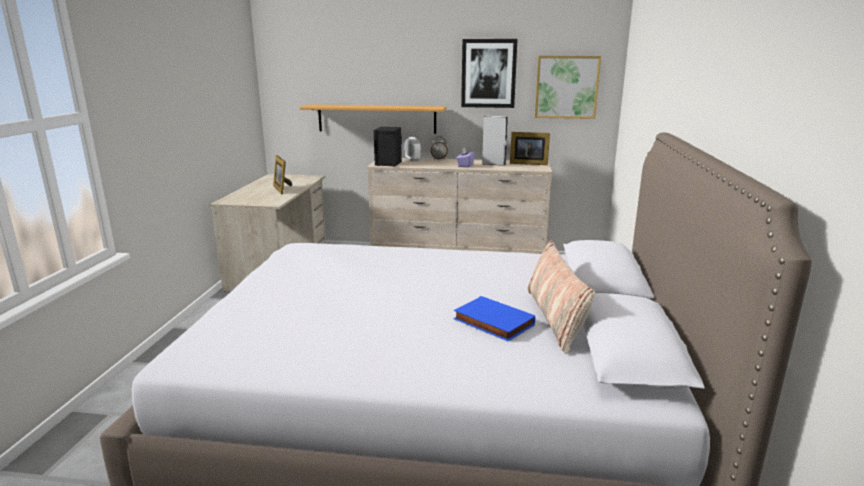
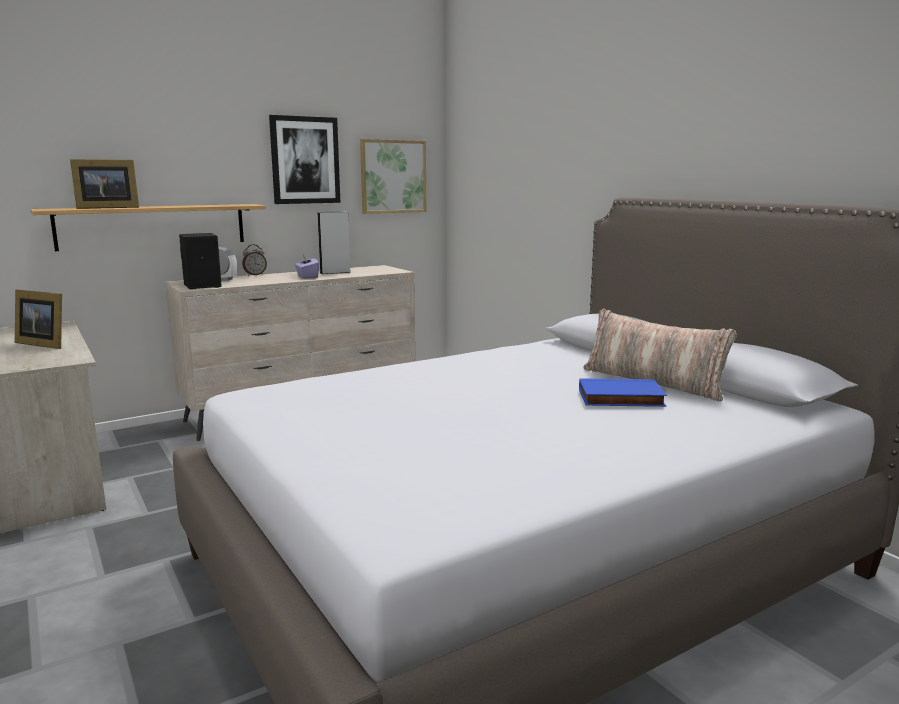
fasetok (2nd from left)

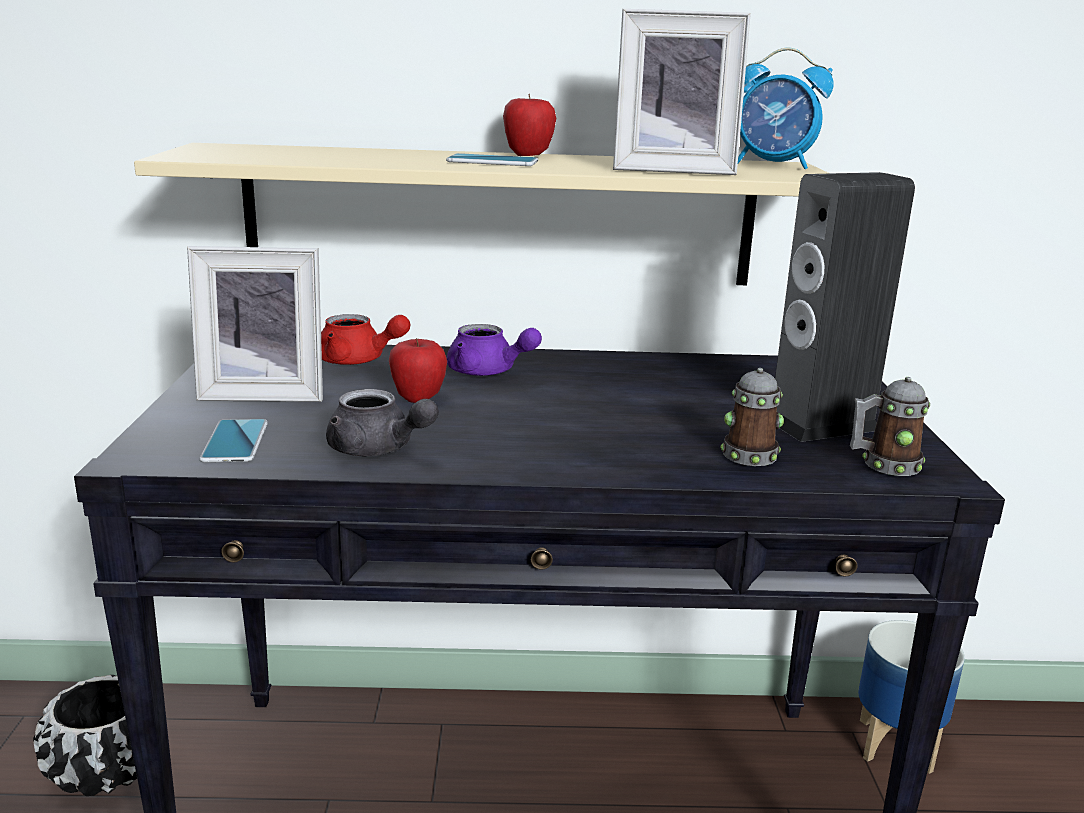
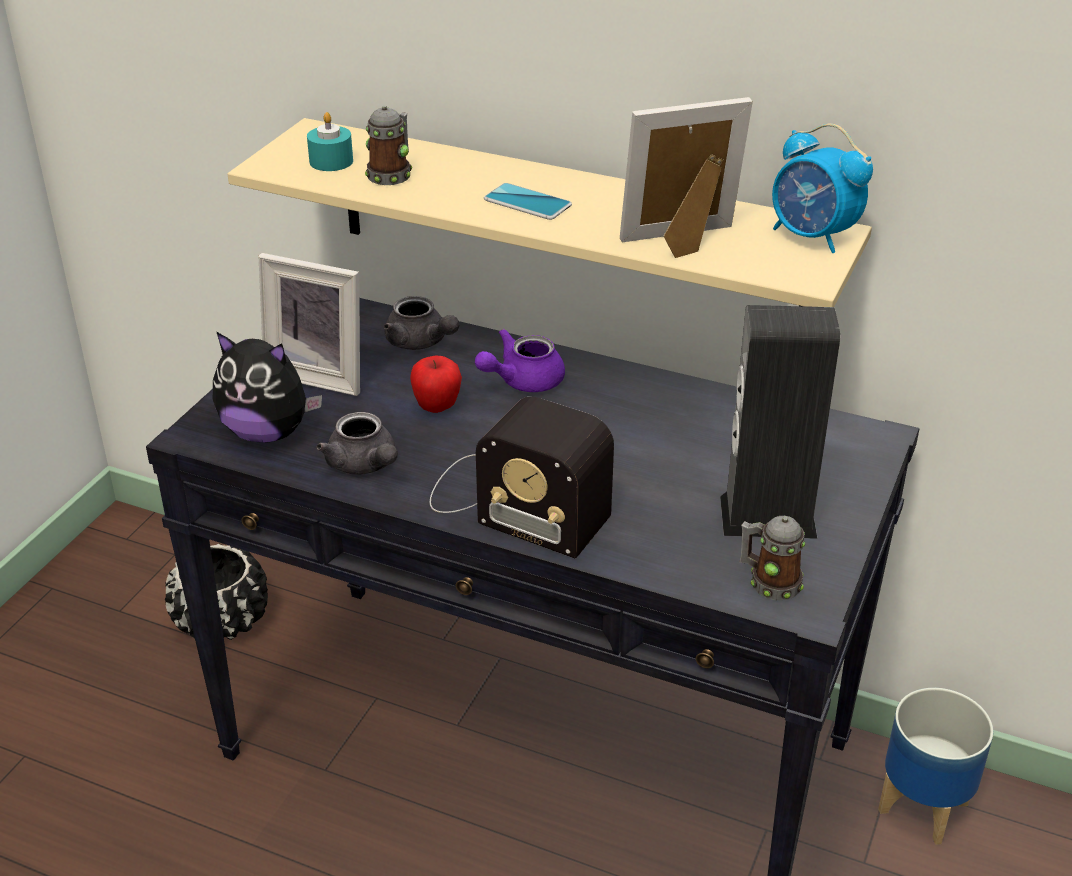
fasetok (2nd from left)
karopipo (2nd from left in the first image)
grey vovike (2nd from left)
purple vovike
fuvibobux (1st from left)
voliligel
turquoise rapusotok
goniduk

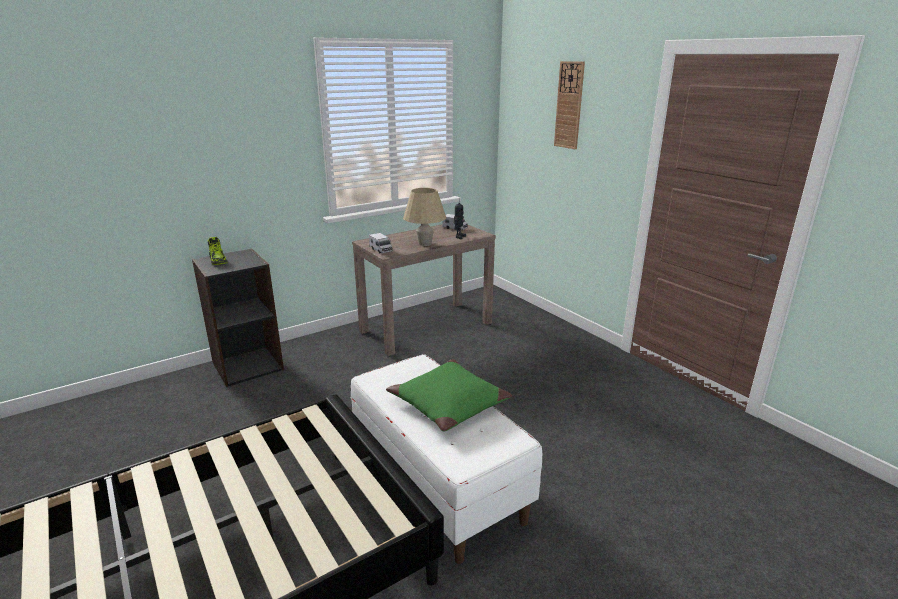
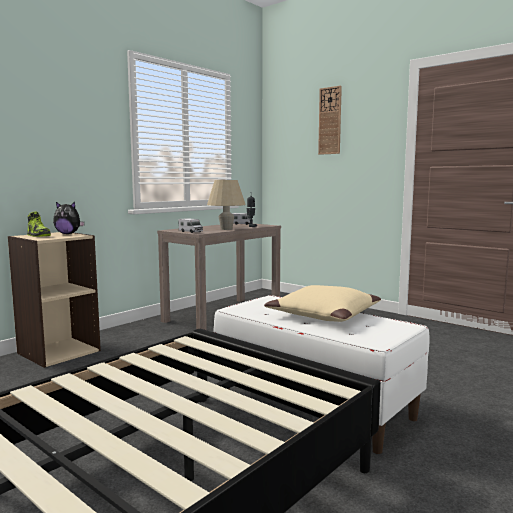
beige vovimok
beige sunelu
voliligel

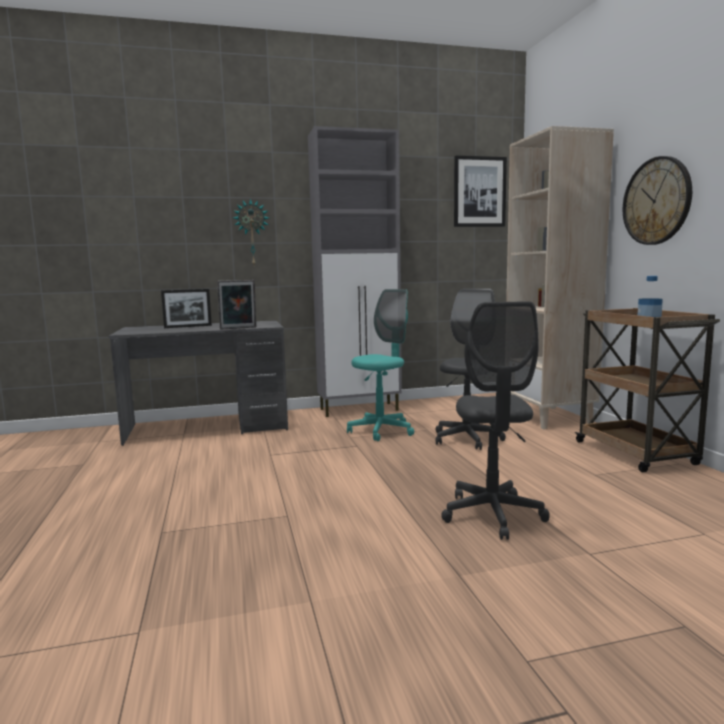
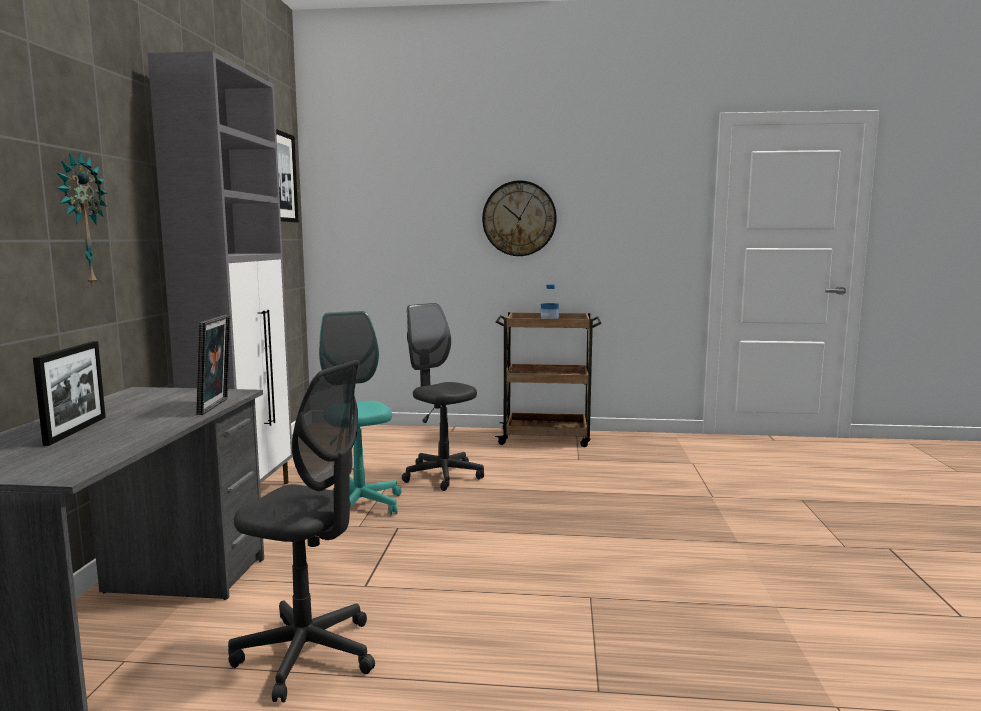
beige vovimok
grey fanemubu (1st from left)

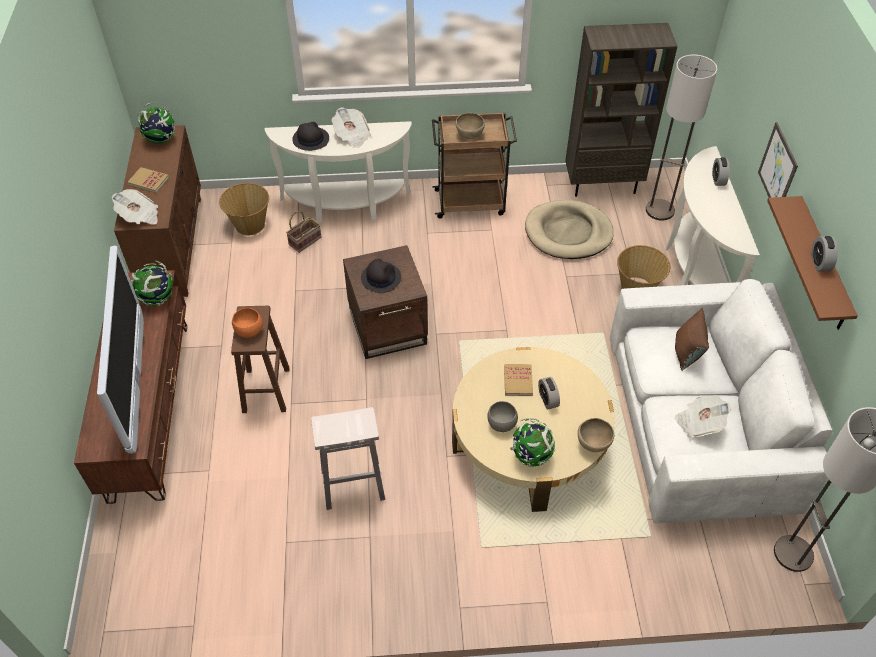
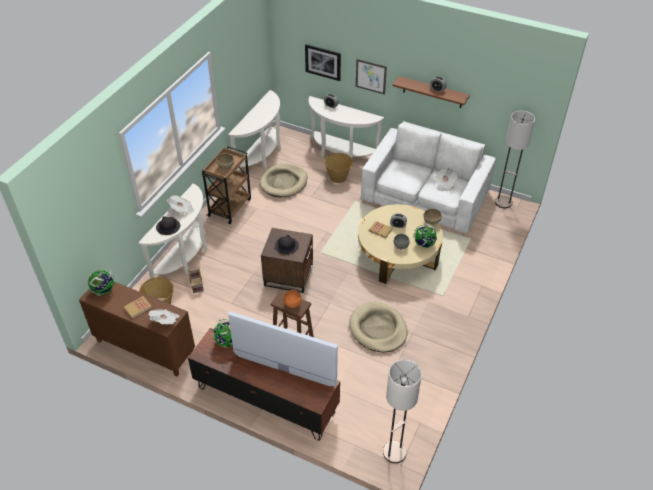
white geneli (2nd from left)
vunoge (1st from left)
brown sunelu
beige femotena (2nd from left)
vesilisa (1st from left)

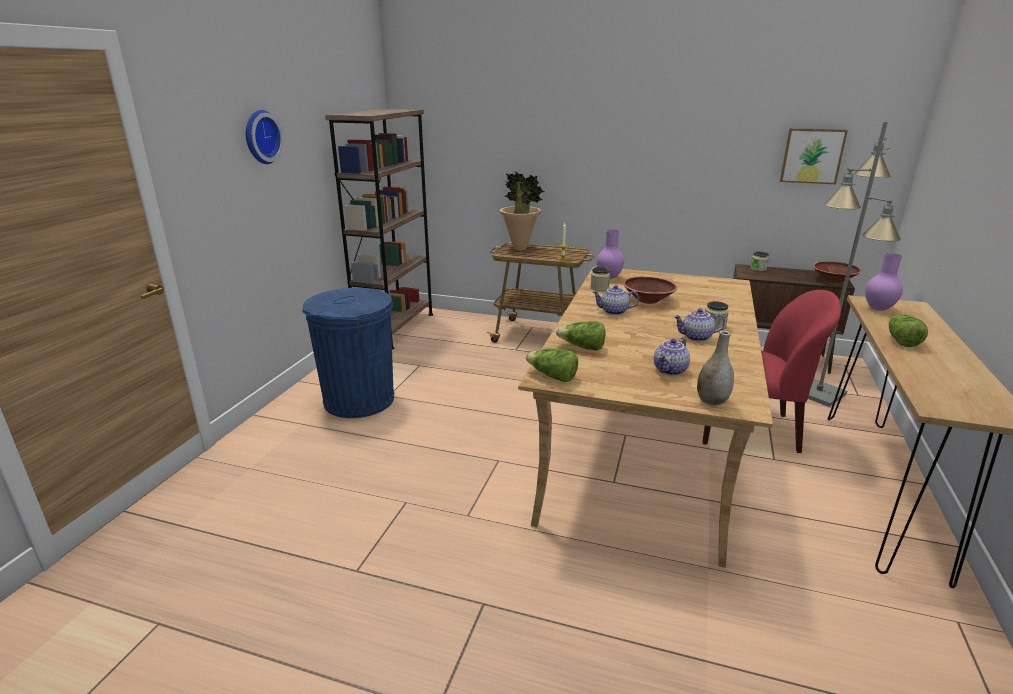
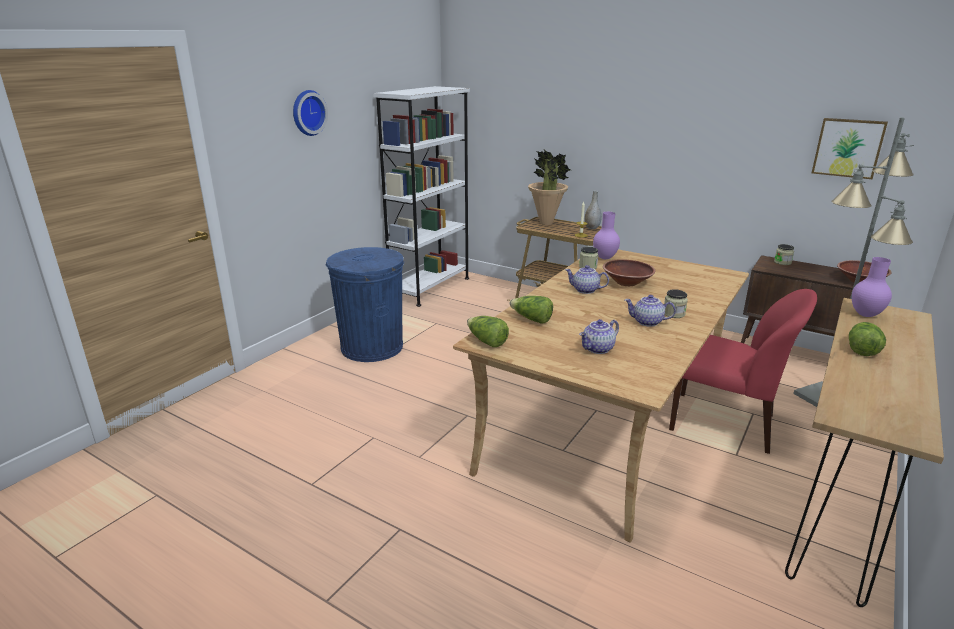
white vovimok
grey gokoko

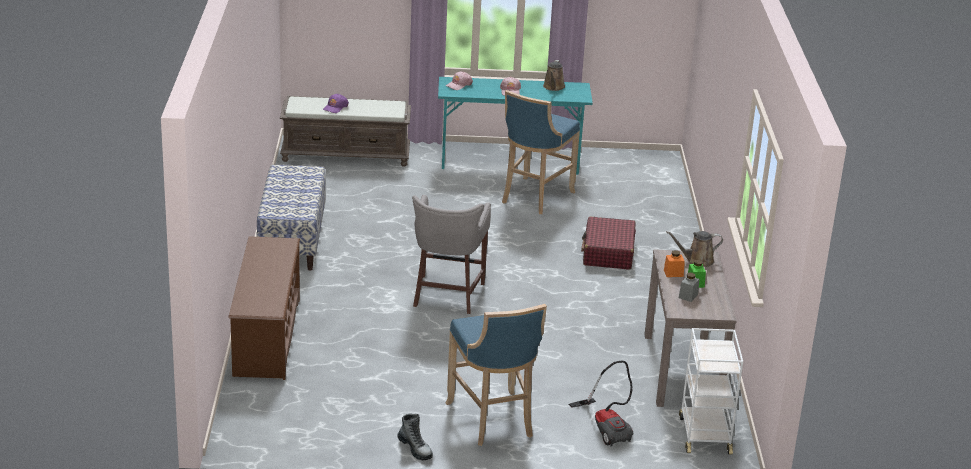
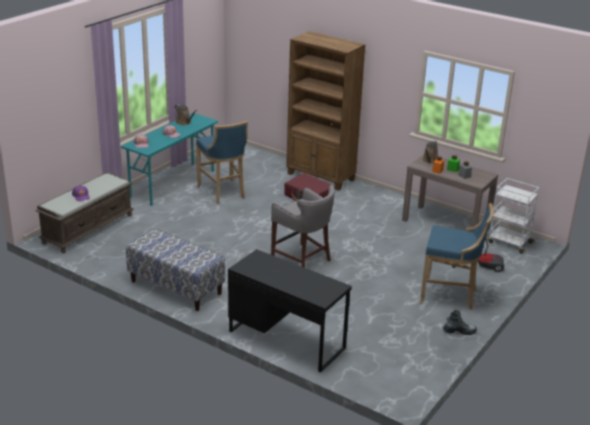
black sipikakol
brown vovimok

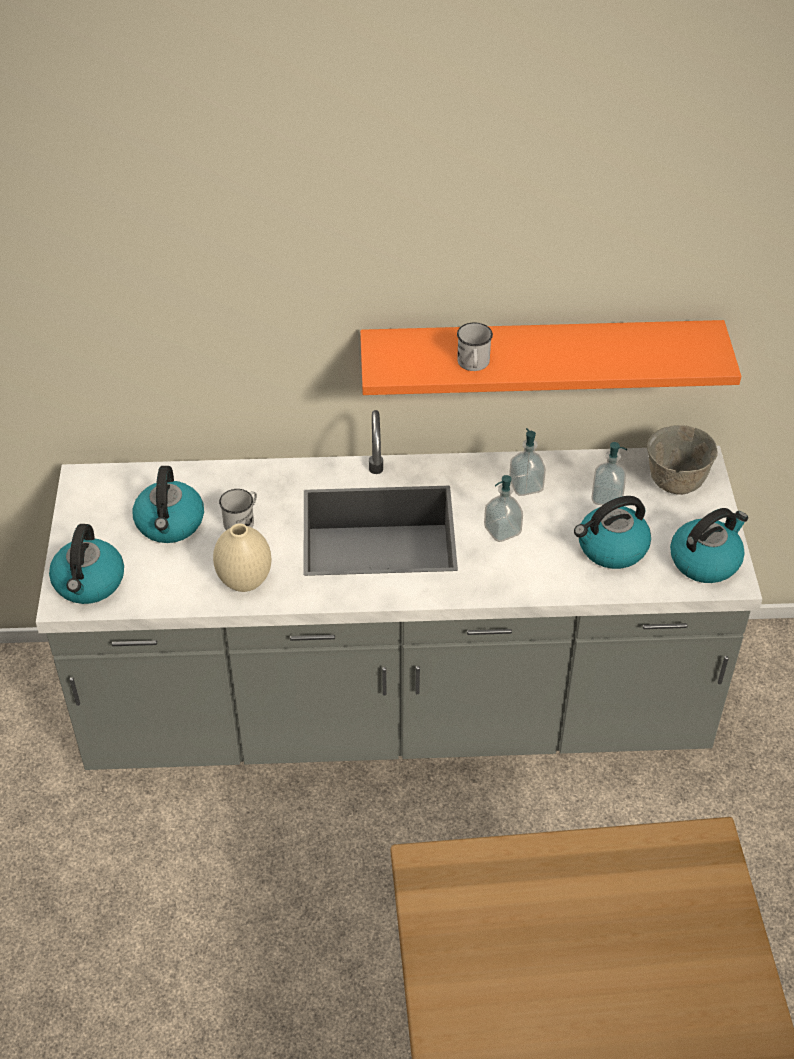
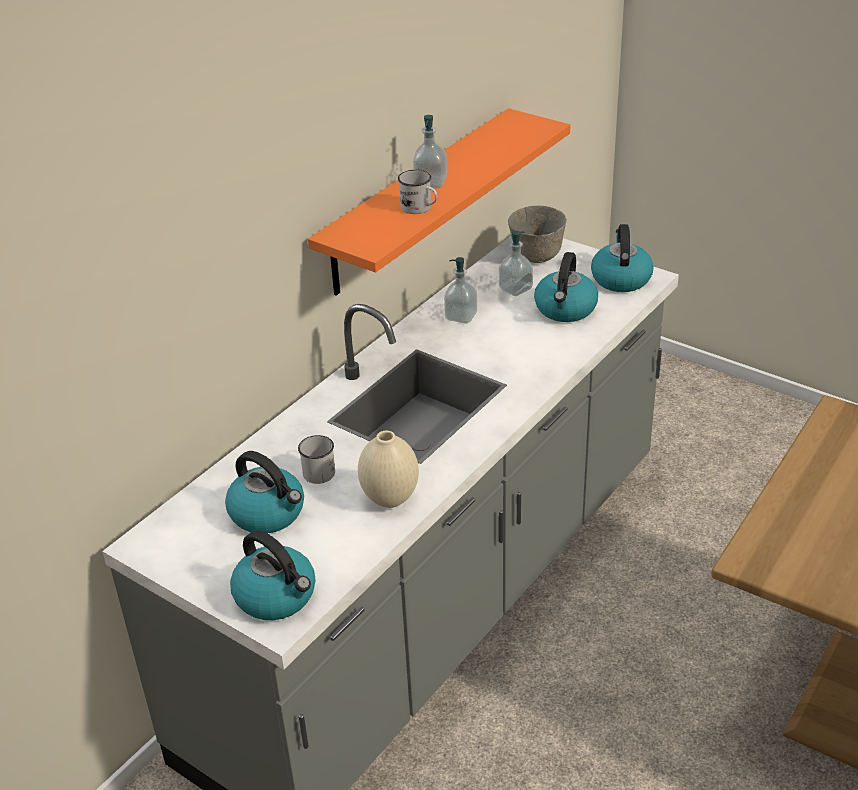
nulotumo (1st from left)

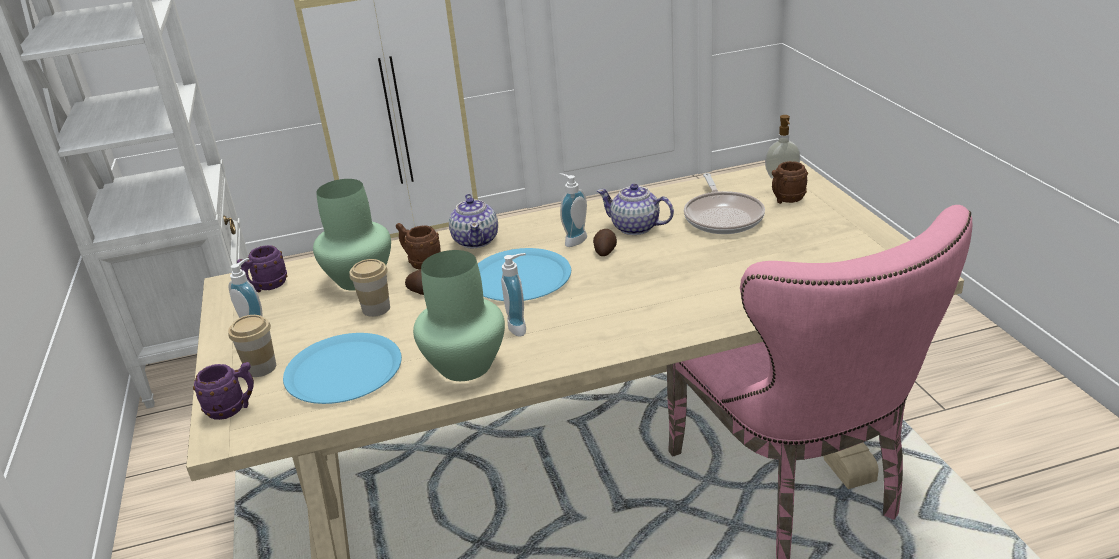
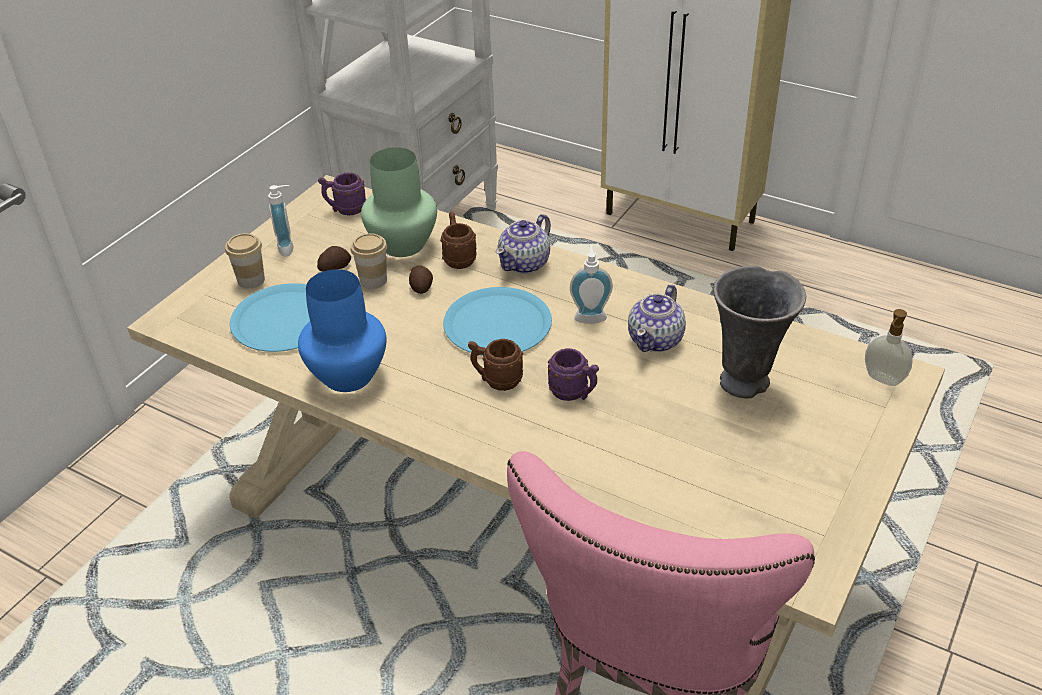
brown fuvibobux (2nd from left)
grey gokoko
vovike (2nd from left)
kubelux (1st from left)
blue gokoko
nulotumo (2nd from left in the first image)
purple fuvibobux (2nd from left)

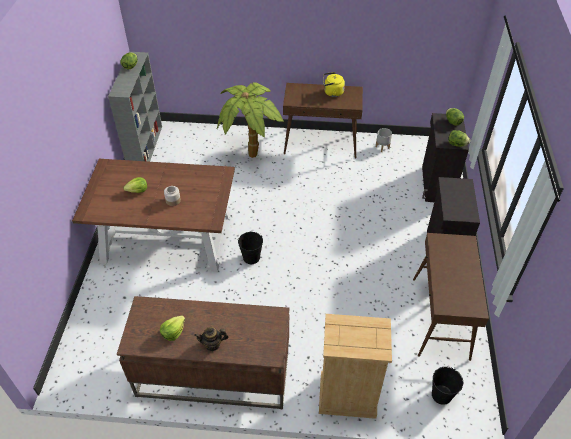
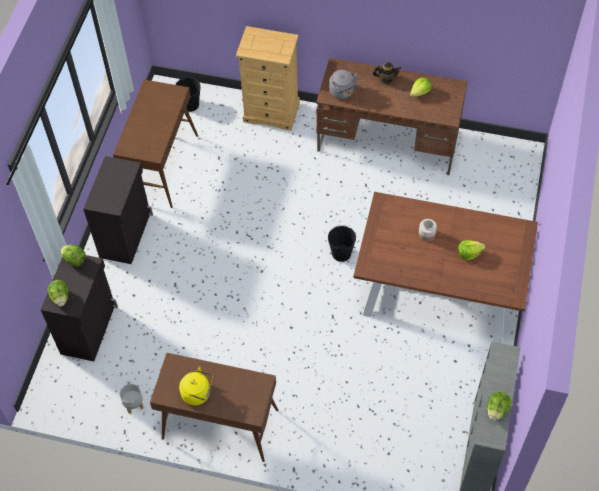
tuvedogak
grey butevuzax

